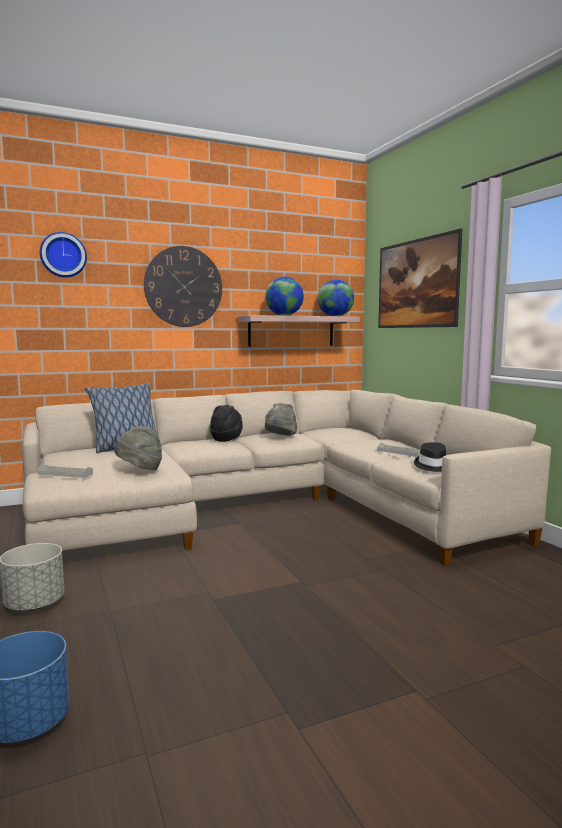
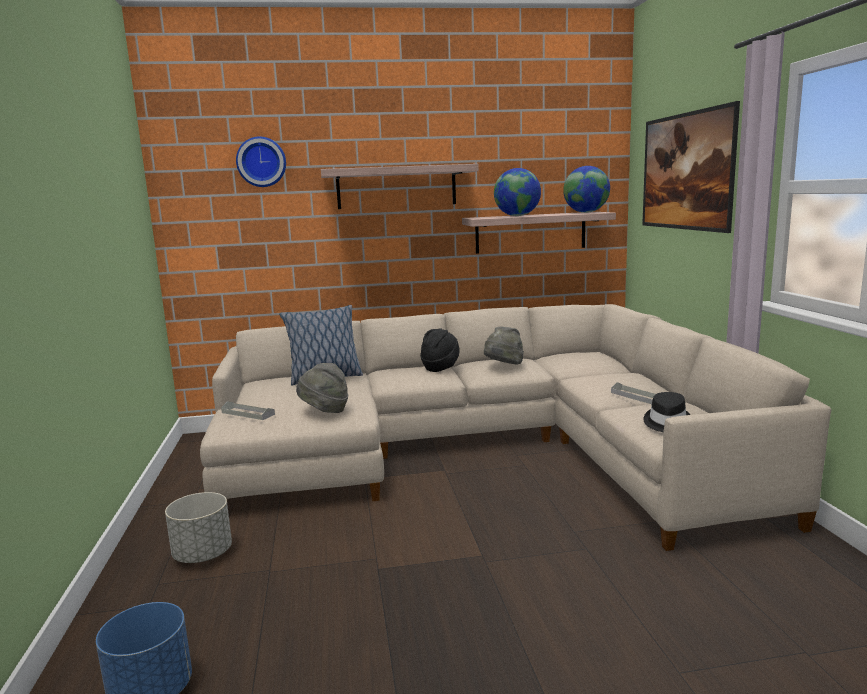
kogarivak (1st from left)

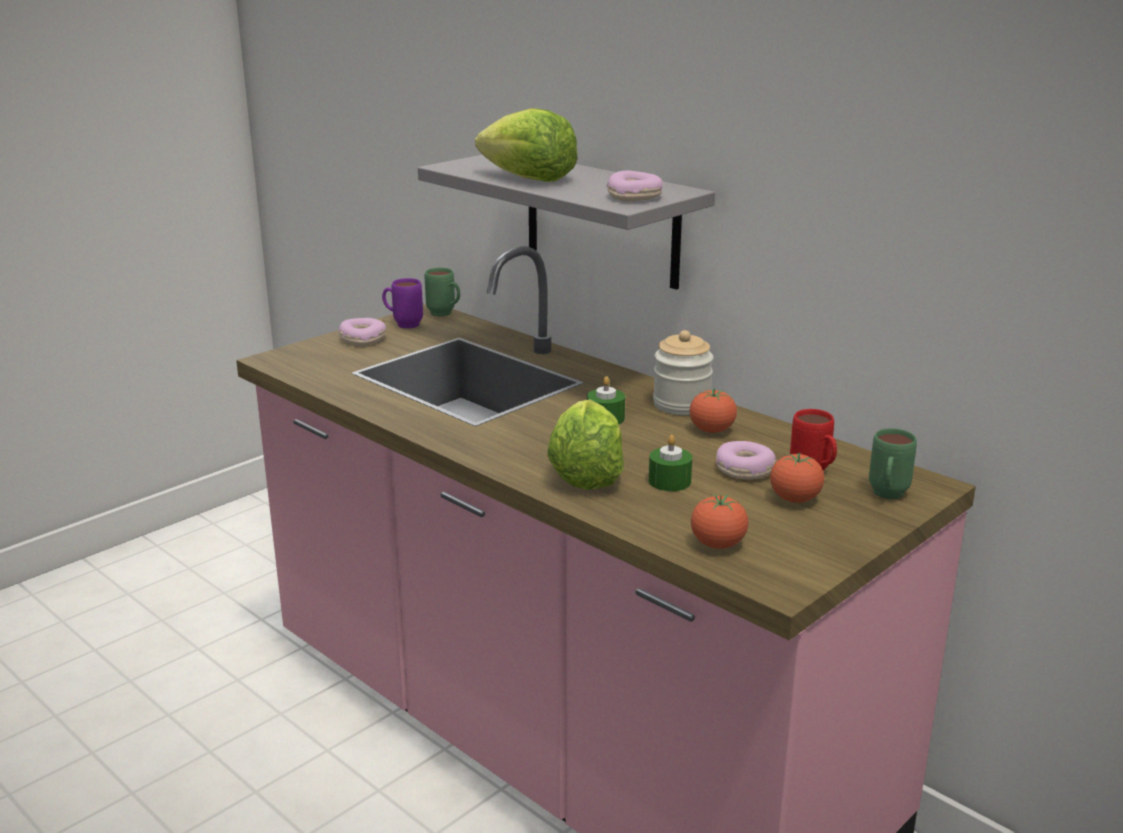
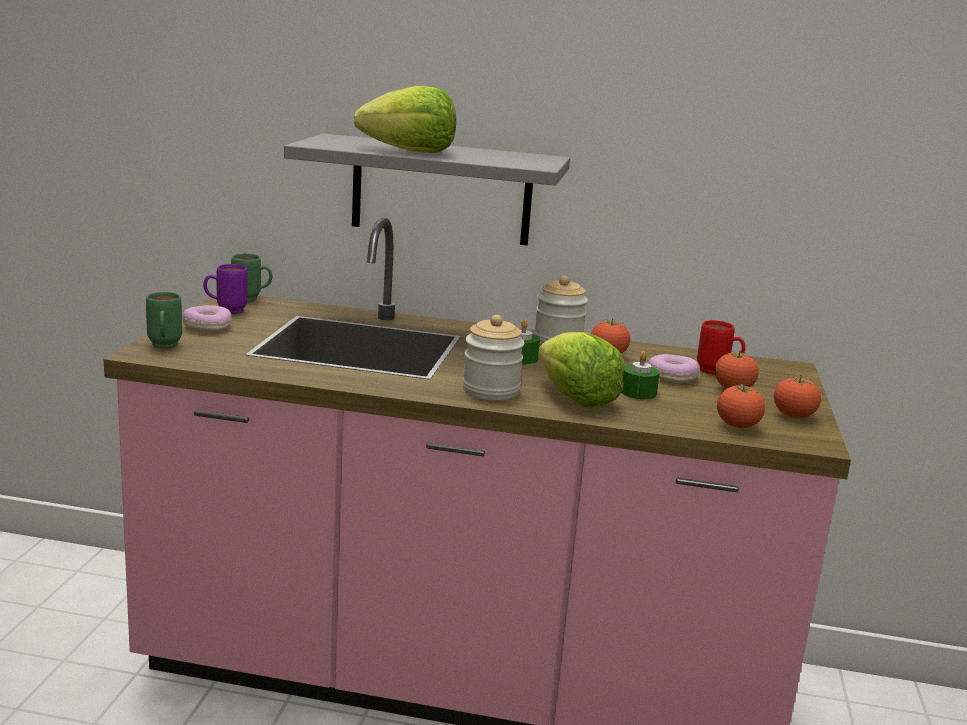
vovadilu (2nd from left in the first image)
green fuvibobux (1st from left)
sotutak (1st from left)
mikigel (4th from left)

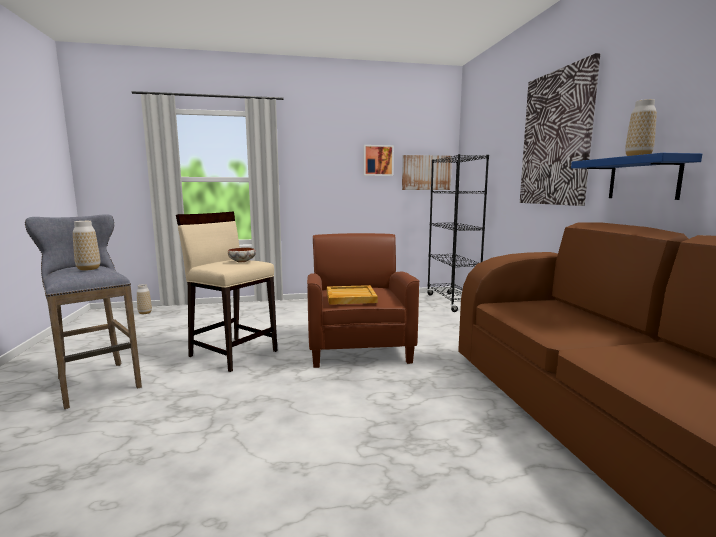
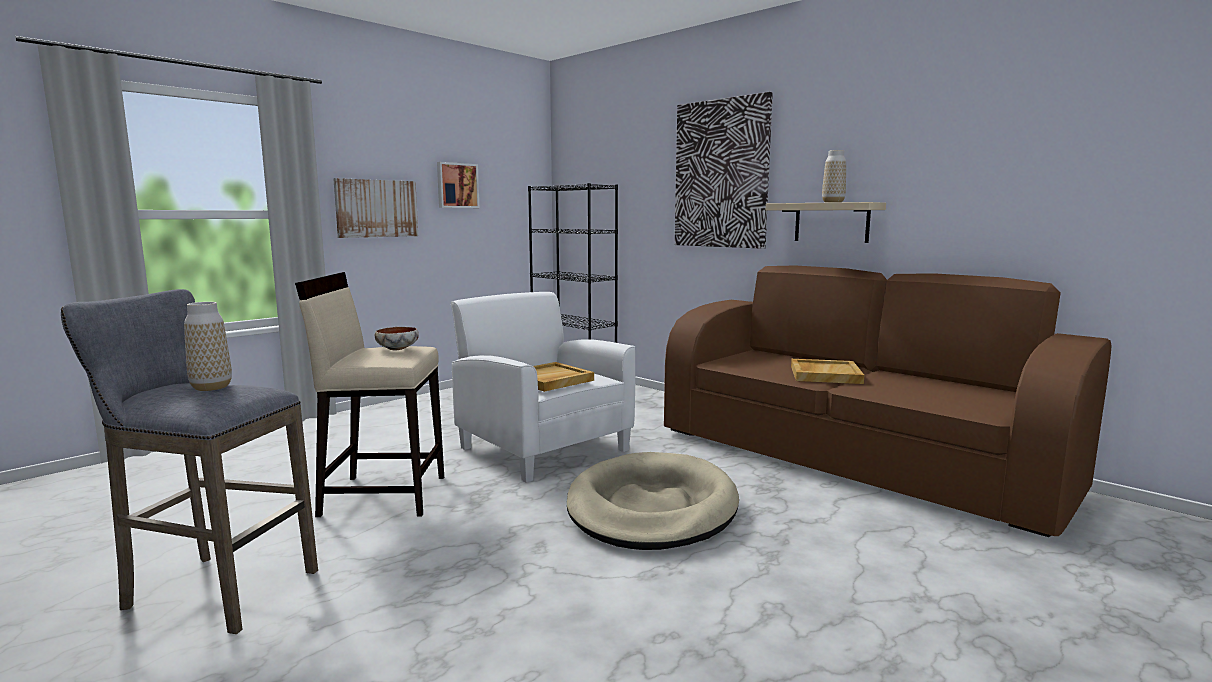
beige kogarivak
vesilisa (1st from left)
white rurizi
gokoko (2nd from left in the first image)
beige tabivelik (2nd from left)
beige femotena

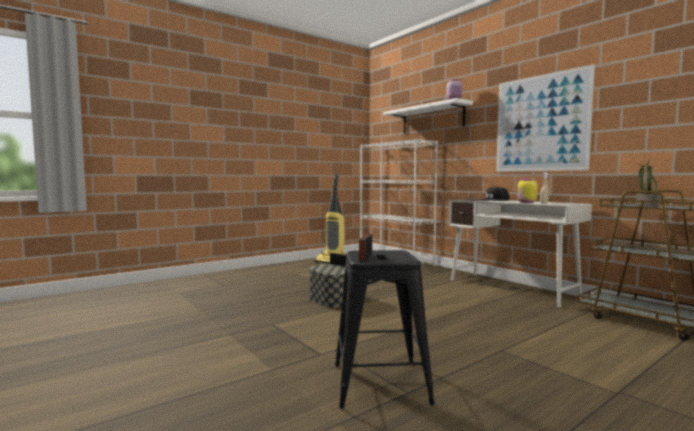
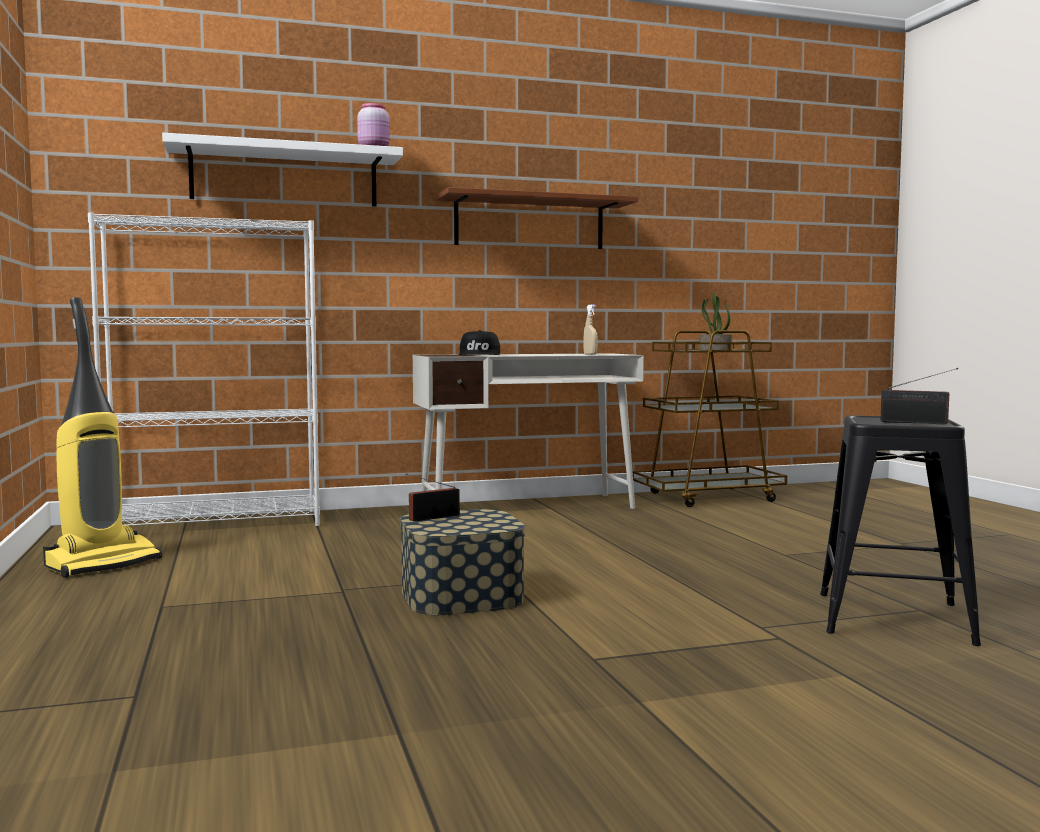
brown kogarivak
yellow sotutak

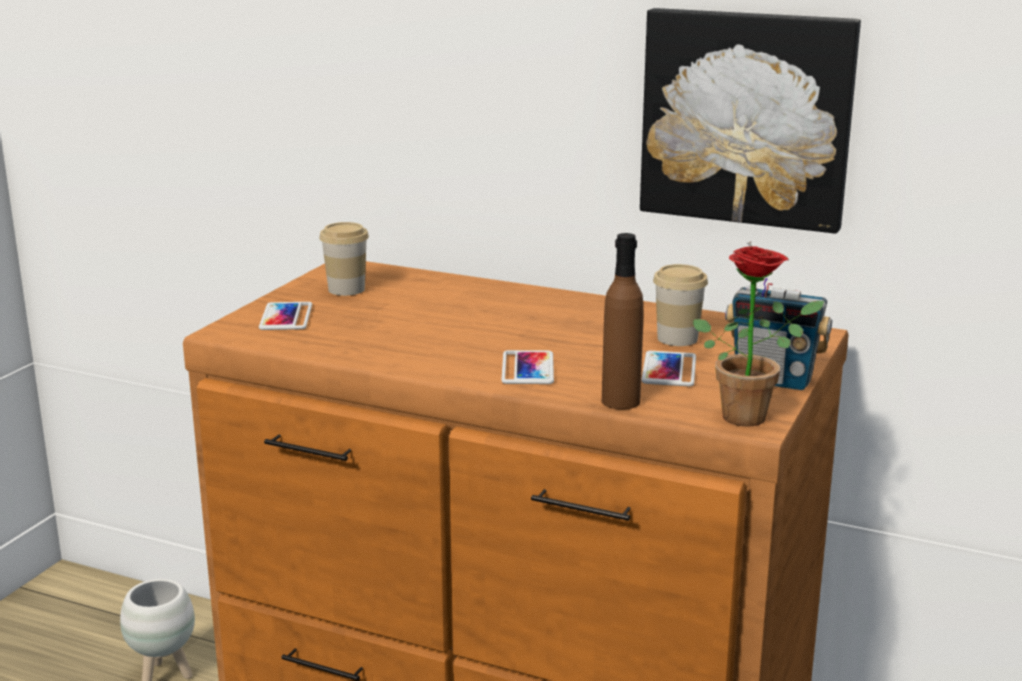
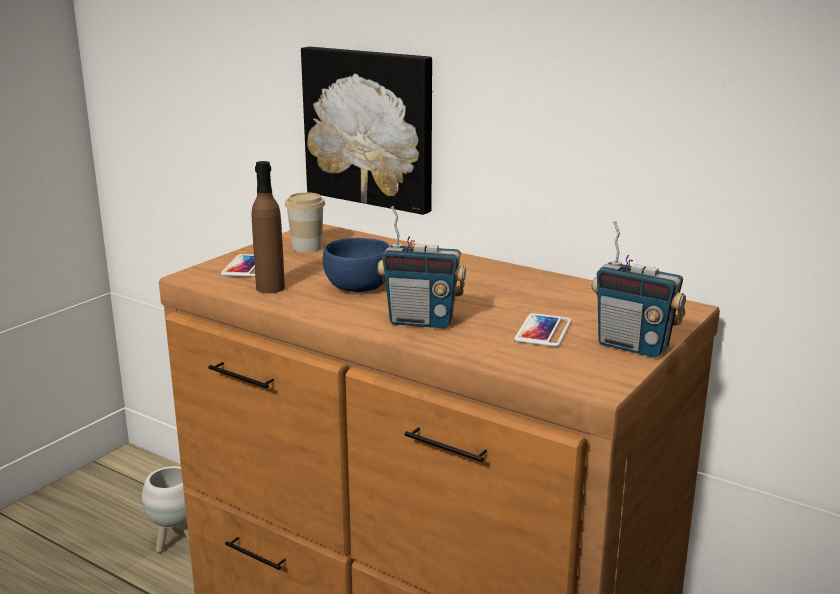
vesilisa
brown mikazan
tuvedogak
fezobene (2nd from left in the first image)
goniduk (1st from left)
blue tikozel

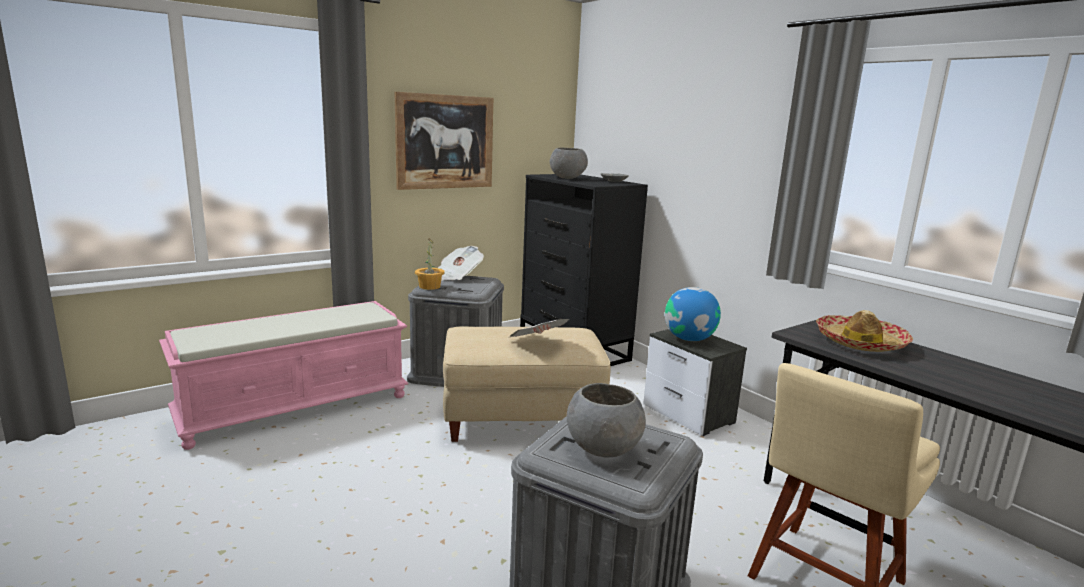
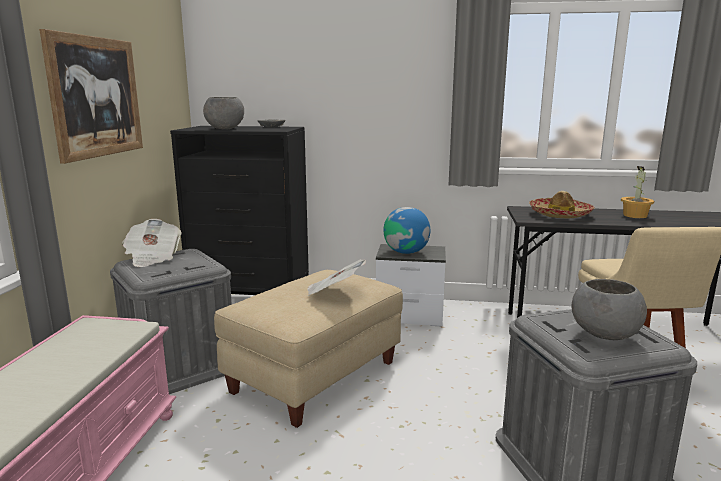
tuvedogak

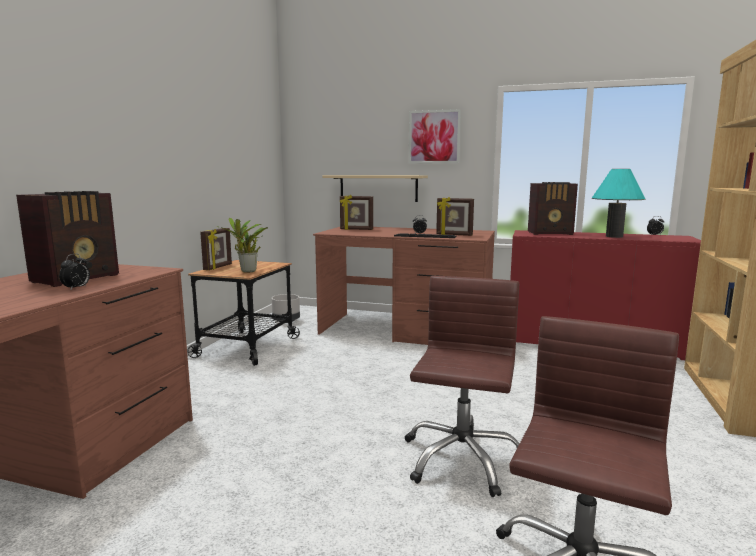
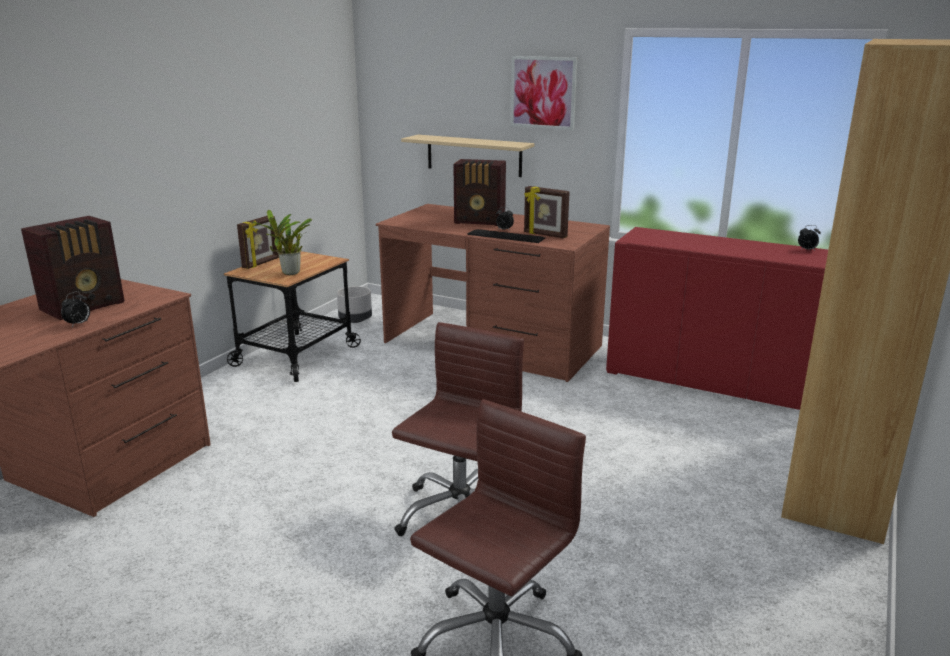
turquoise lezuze
goniduk (2nd from left)
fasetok (2nd from left in the first image)

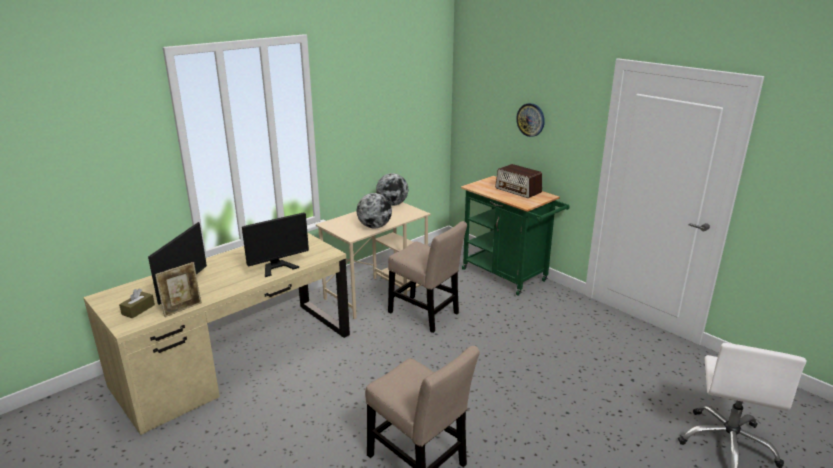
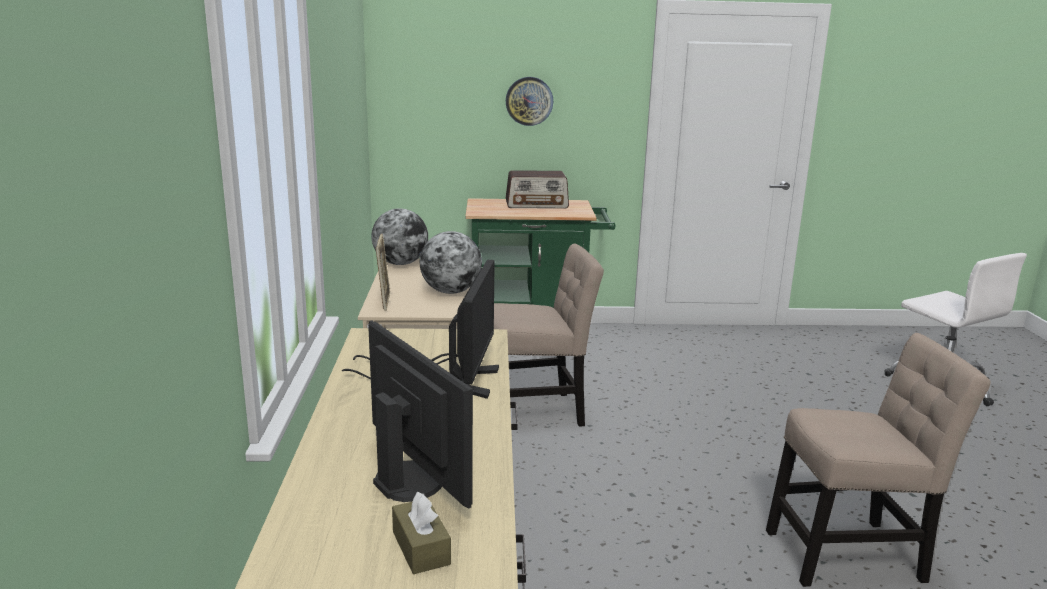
fasetok

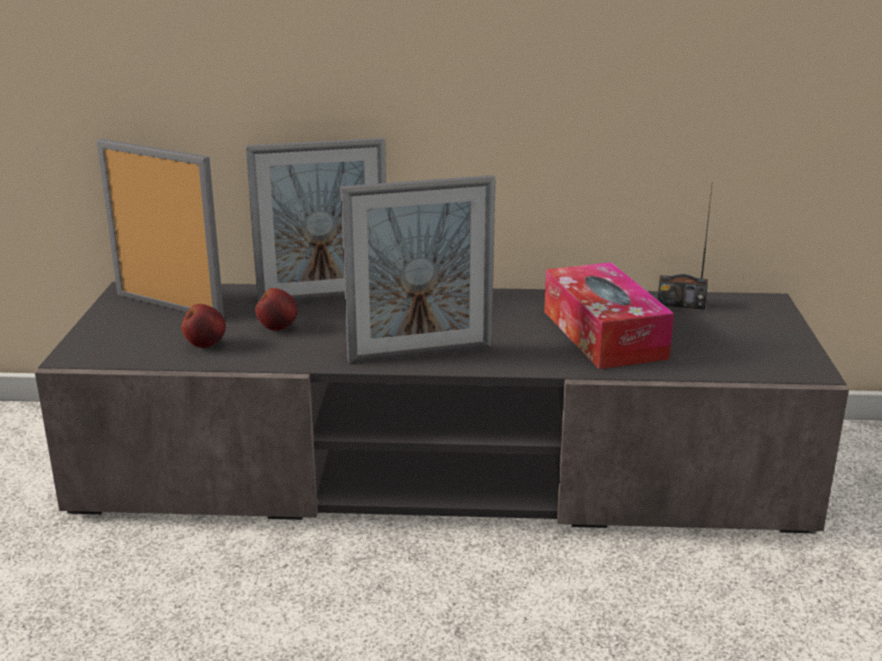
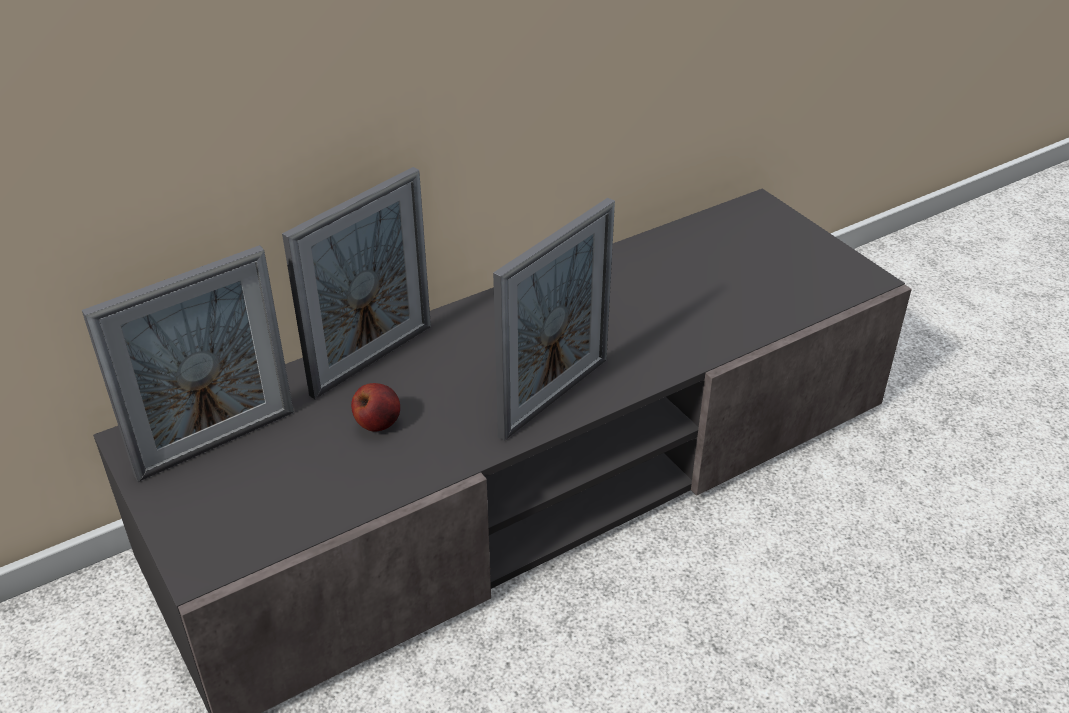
fasetok (1st from left)
goniduk
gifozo
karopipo (1st from left in the first image)

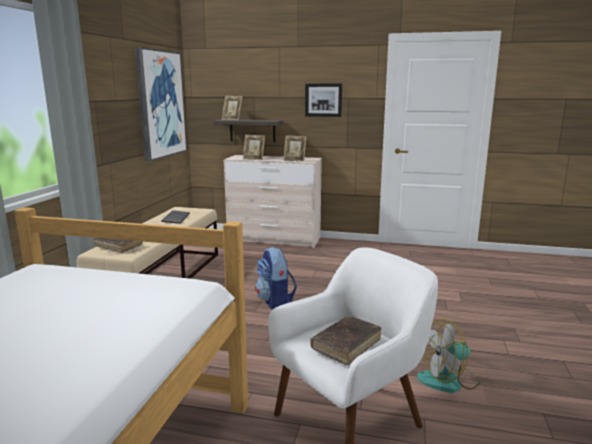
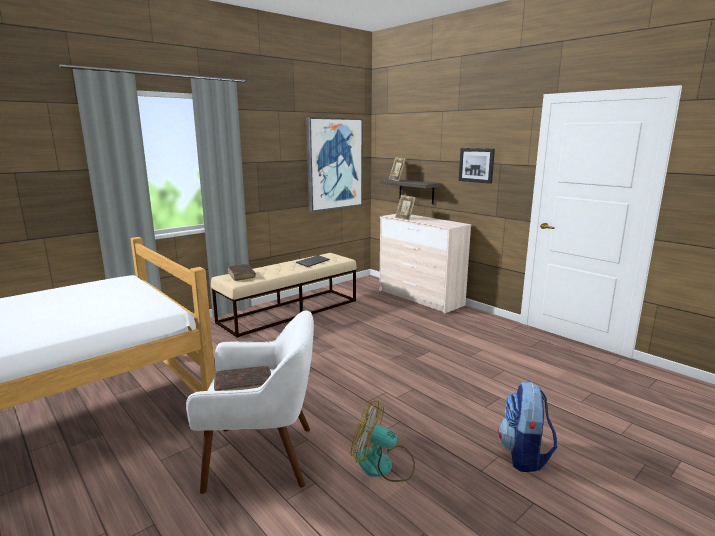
fasetok (3rd from left in the first image)
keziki

